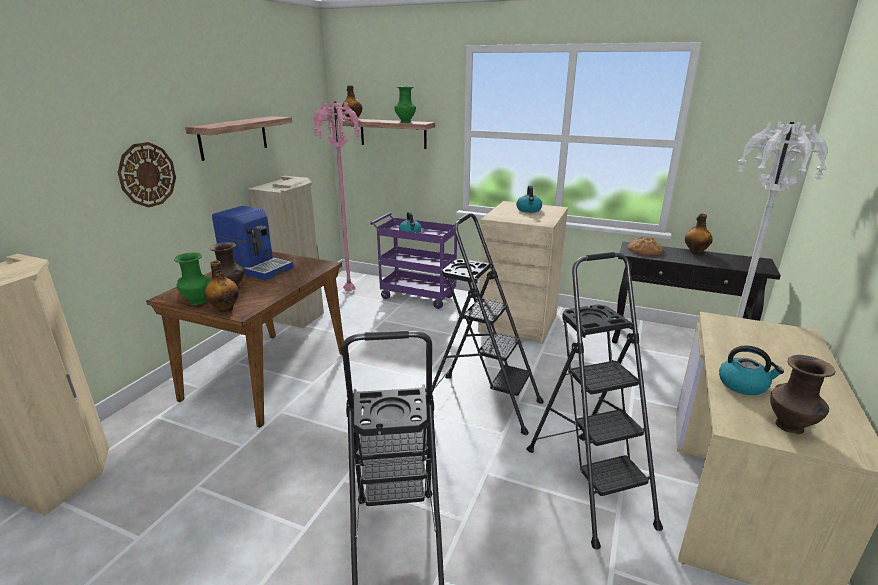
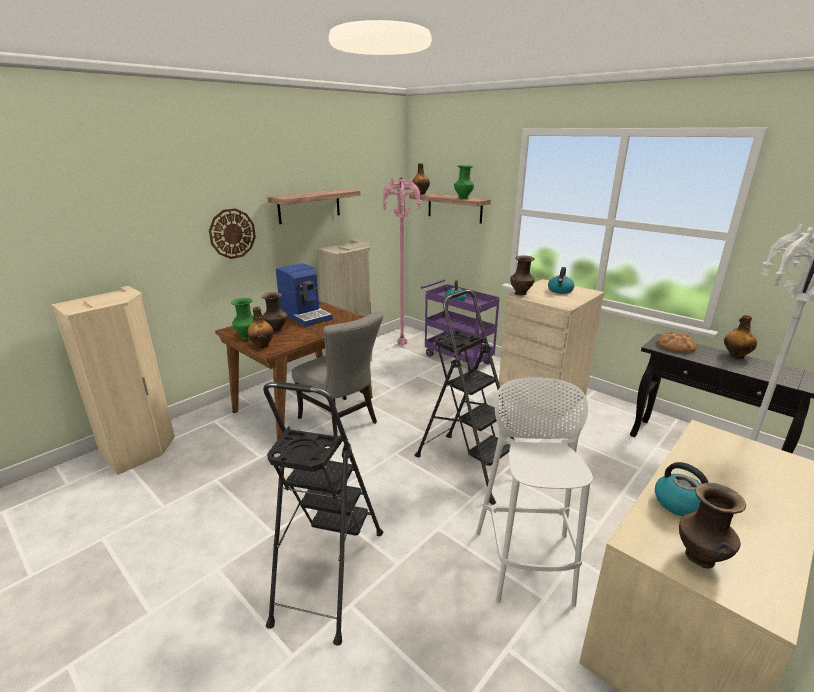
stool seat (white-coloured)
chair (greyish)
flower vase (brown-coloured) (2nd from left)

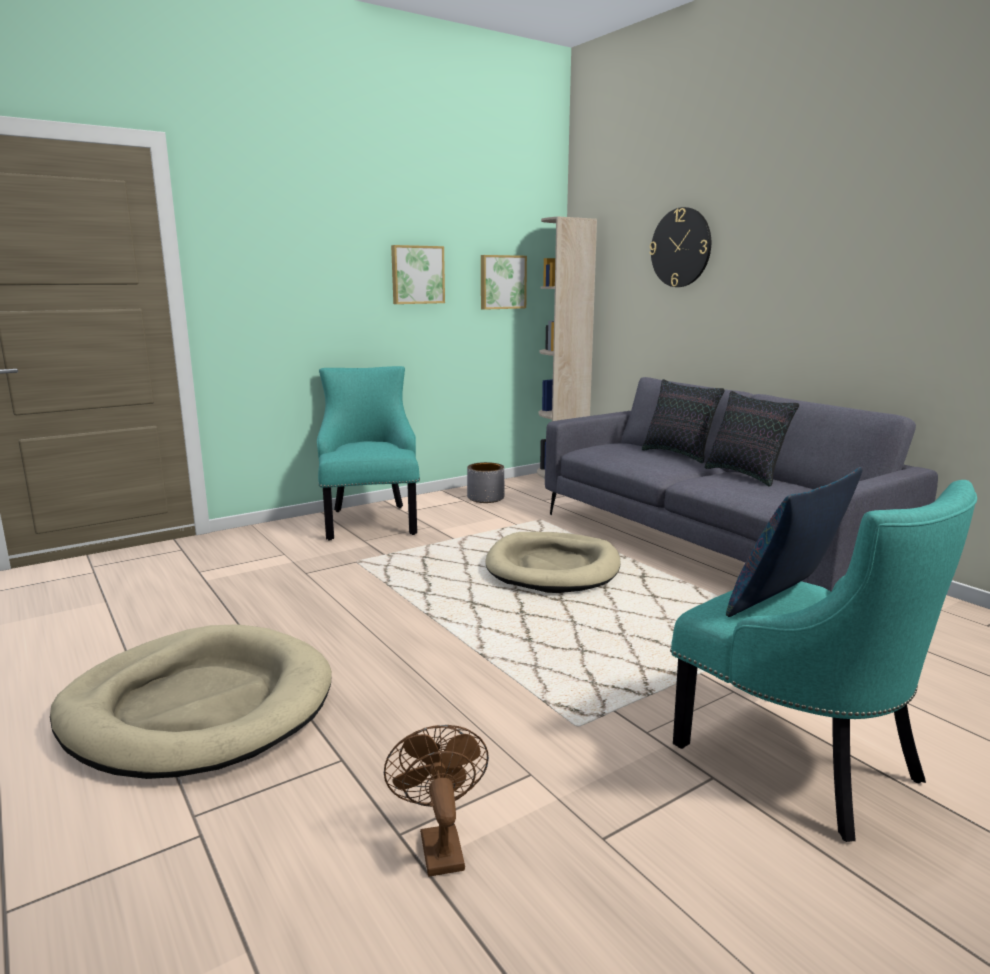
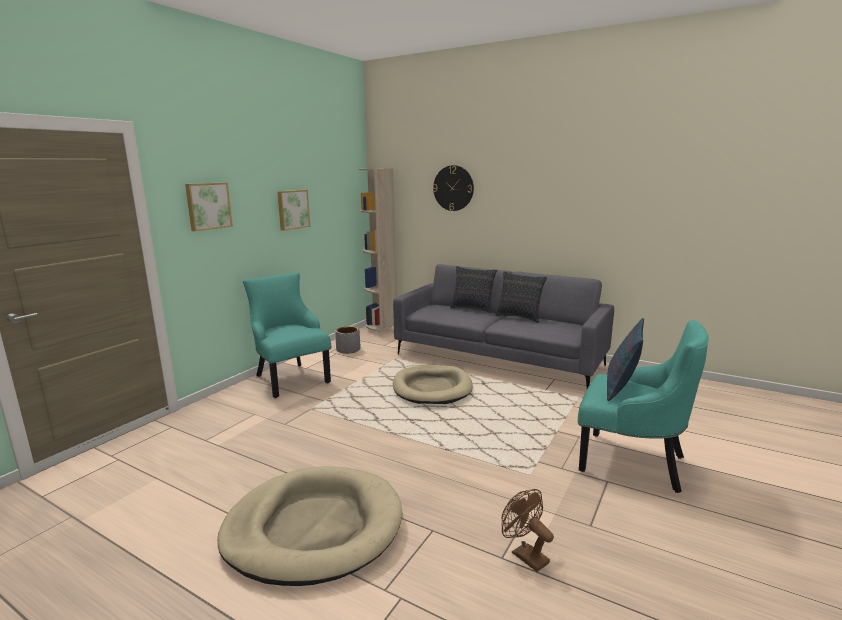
wall picture (1st from left)

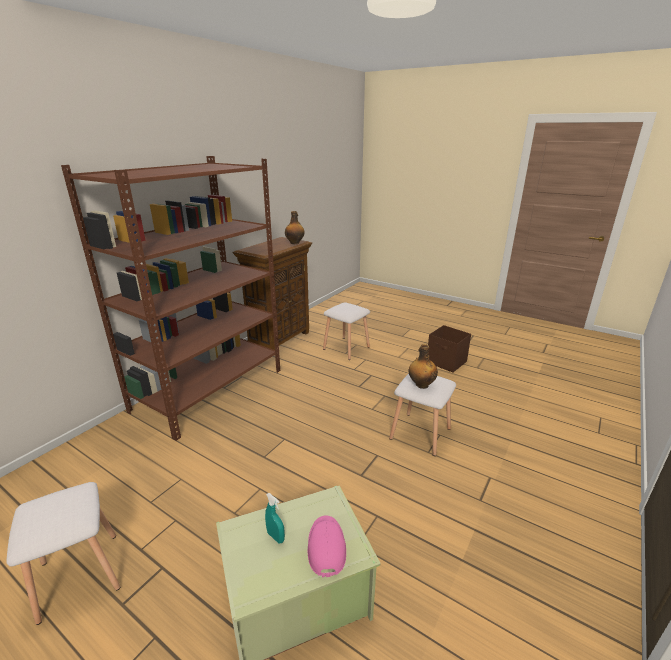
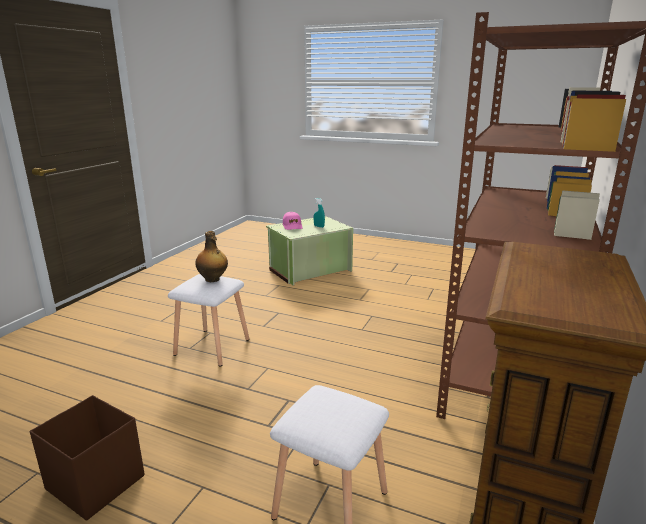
stool seat (white-coloured) (1st from left in the first image)
bottle (1st from left in the first image)

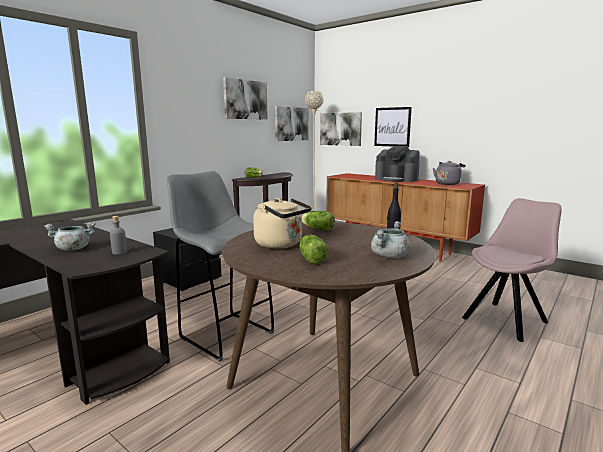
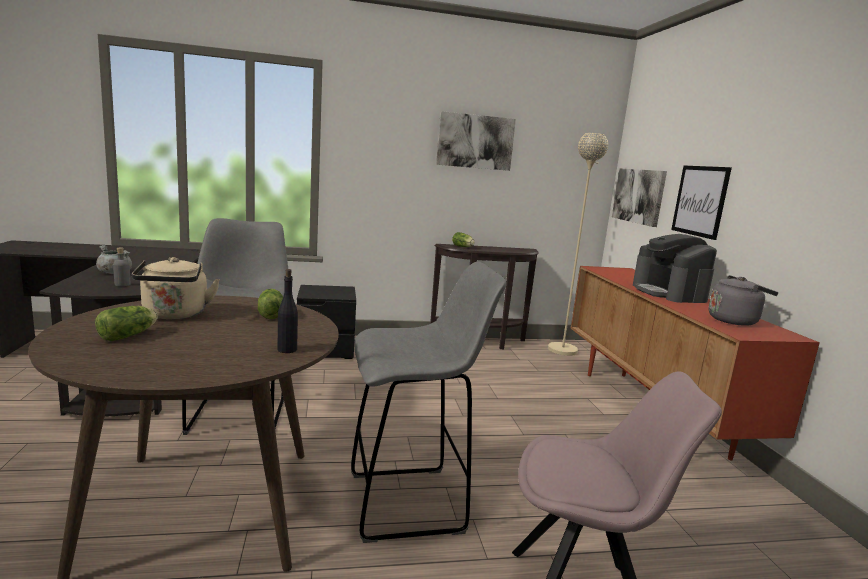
wall picture (2nd from left in the first image)
stockpot (greyish) (2nd from left in the first image)
stool seat (greyish) (2nd from left)

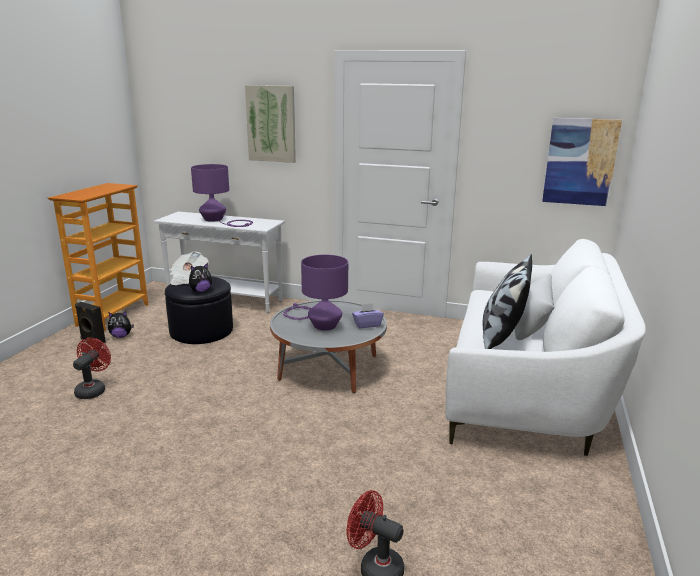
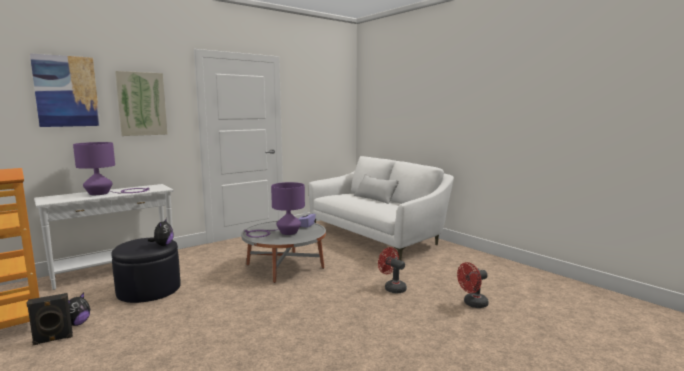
fan (red) (1st from left)
printed paper
throw pillow
wall picture (1st from left)

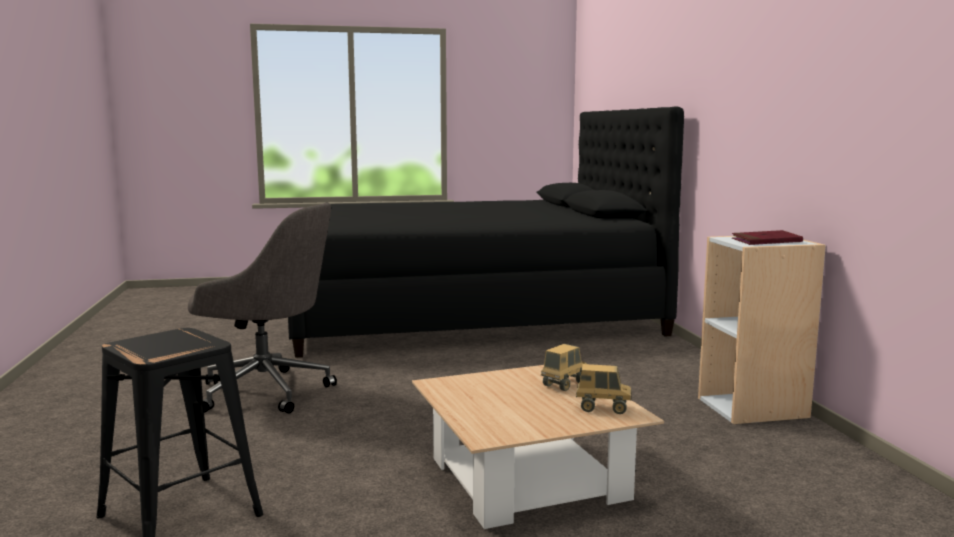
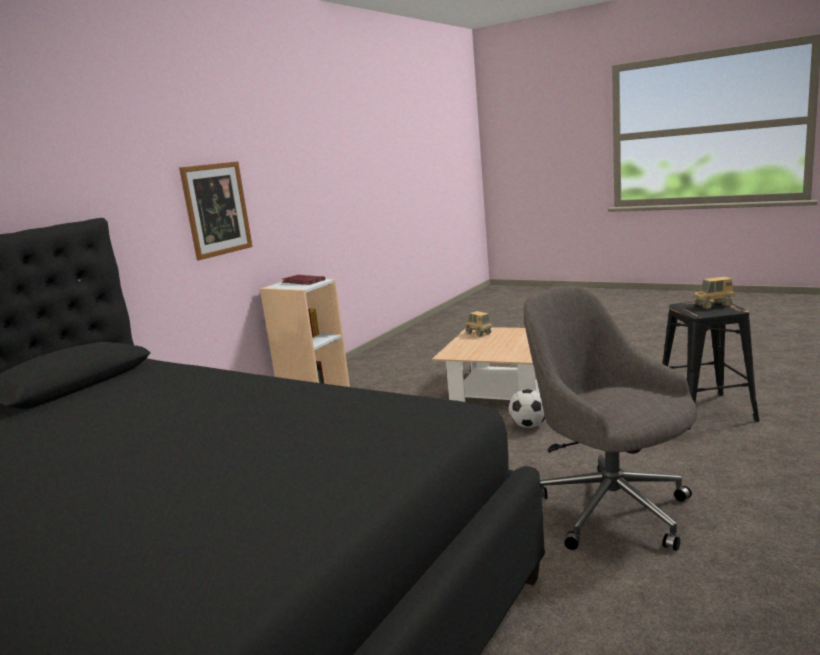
model truck (2nd from left)
wall picture
football

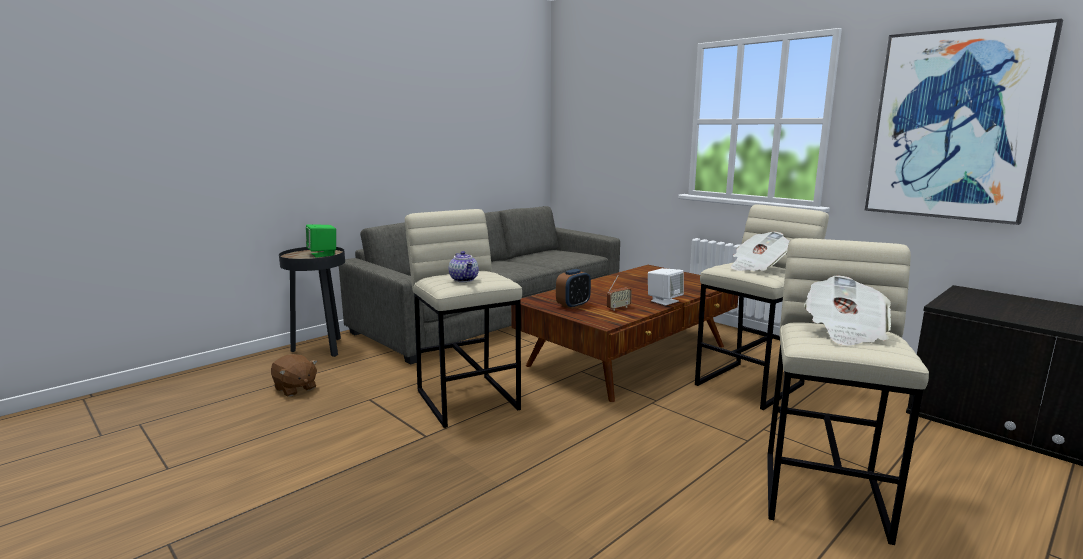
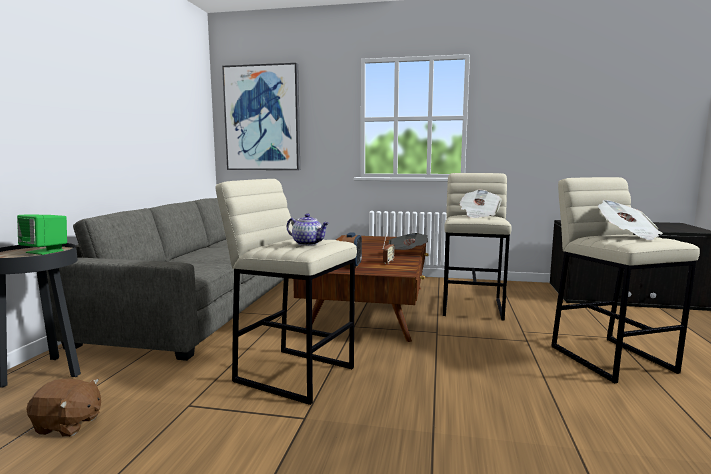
printed paper (1st from left)
wall picture

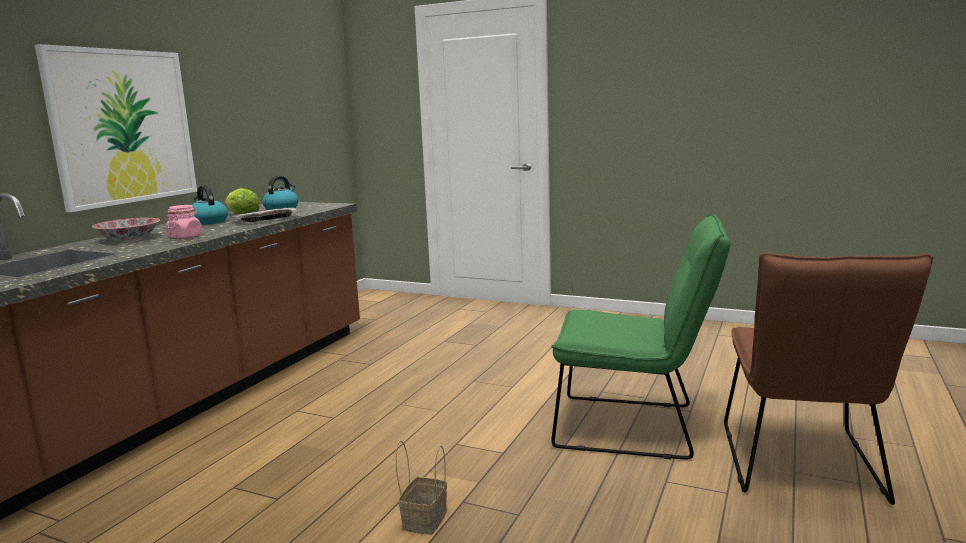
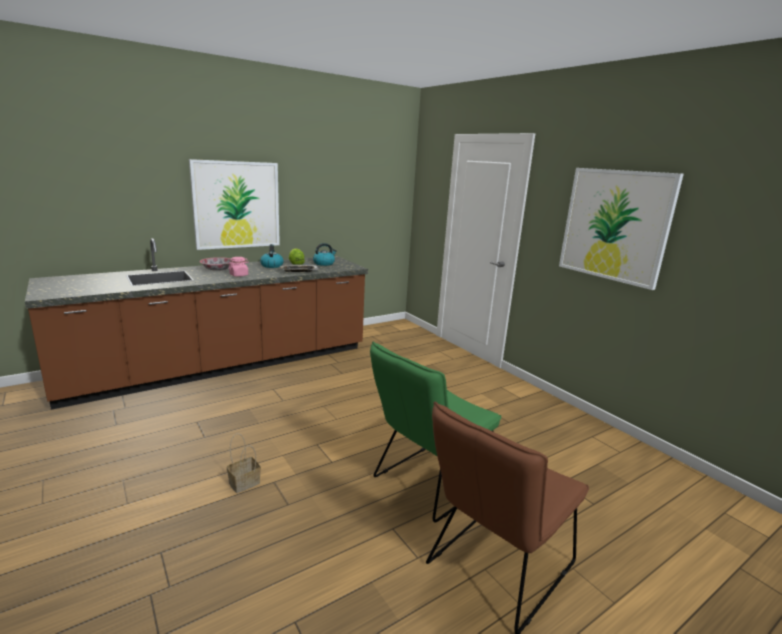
chair (green-coloured)
wall picture (2nd from left)

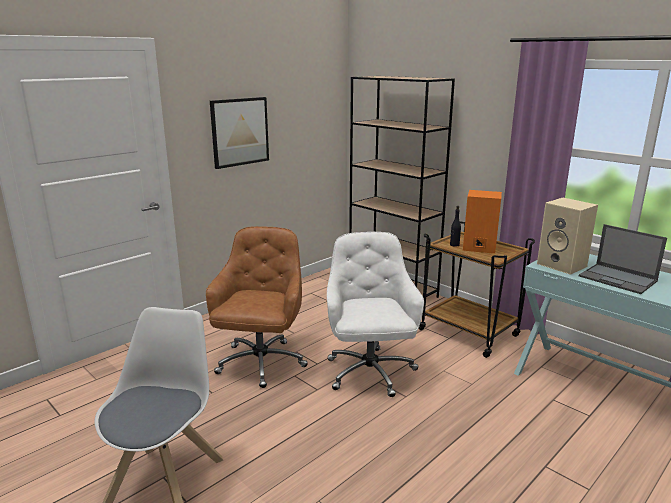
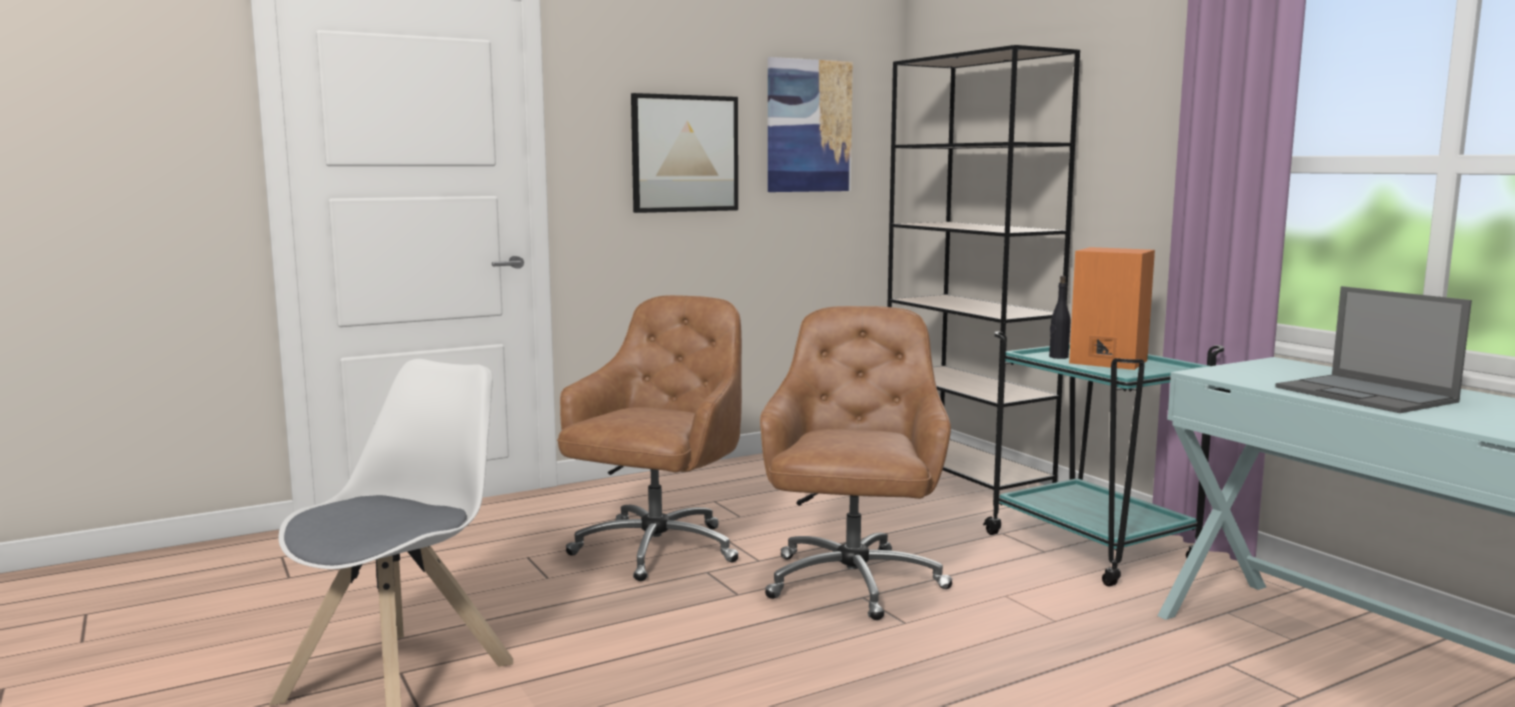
computer chair (brown-coloured) (2nd from left)
wheeled cart (turquoise-coloured)
audio speaker (beige)
wall picture (2nd from left)

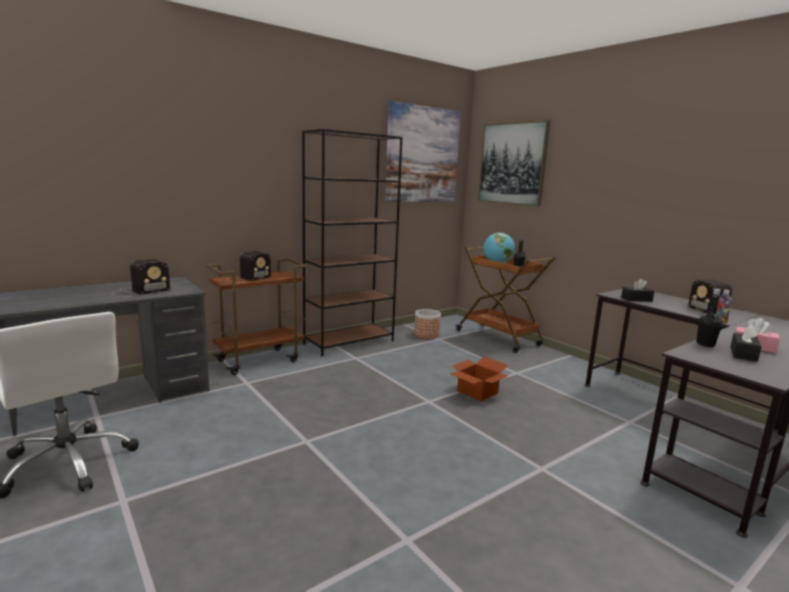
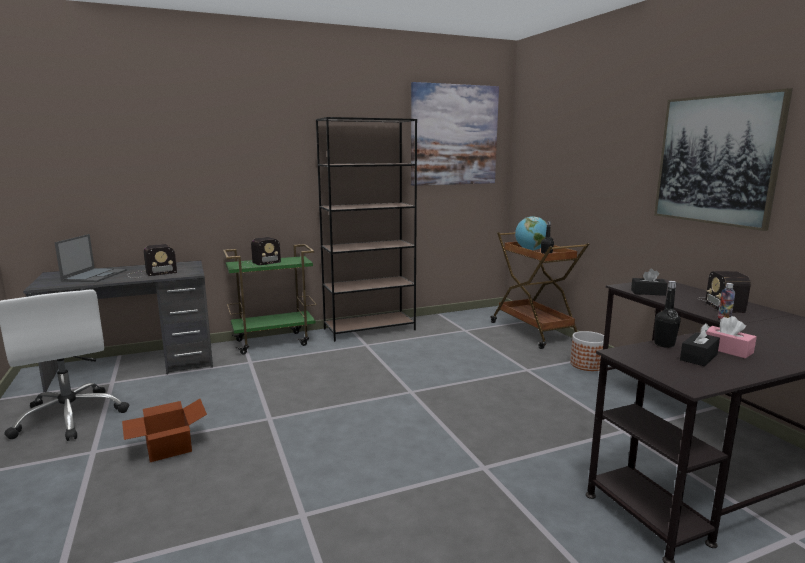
wheeled cart (green-coloured)
plant pot
cardboard box
wall picture (2nd from left)
portable computer

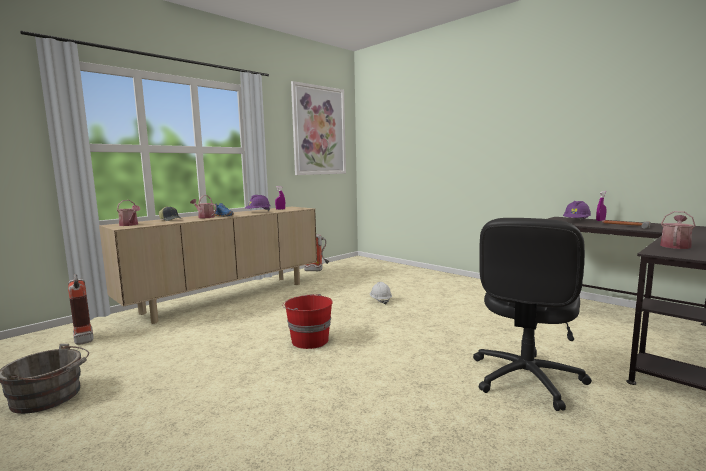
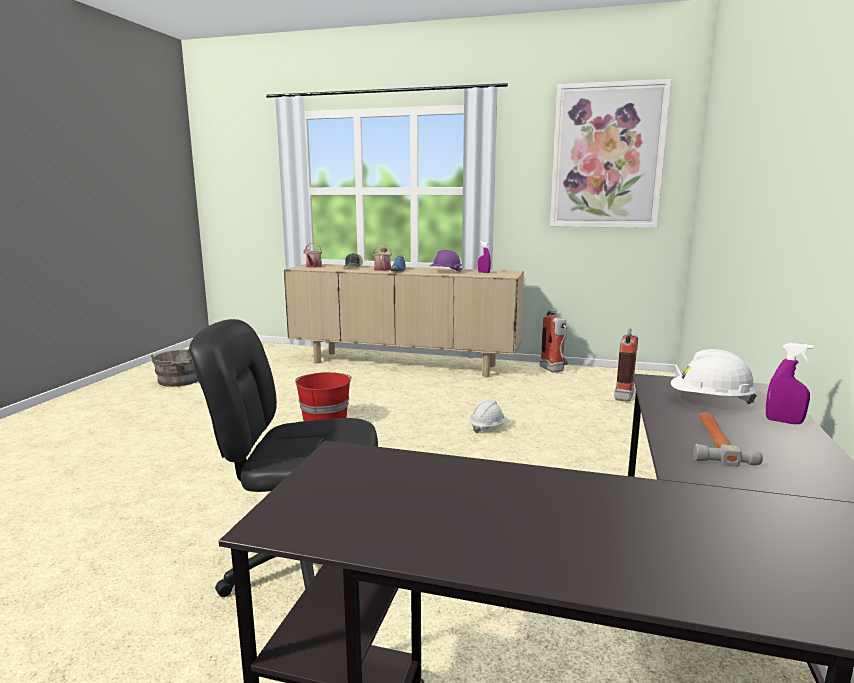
fire-fighting cylinder (2nd from left)
hard hat (white-coloured) (2nd from left)
sprinkling can (3rd from left in the first image)

